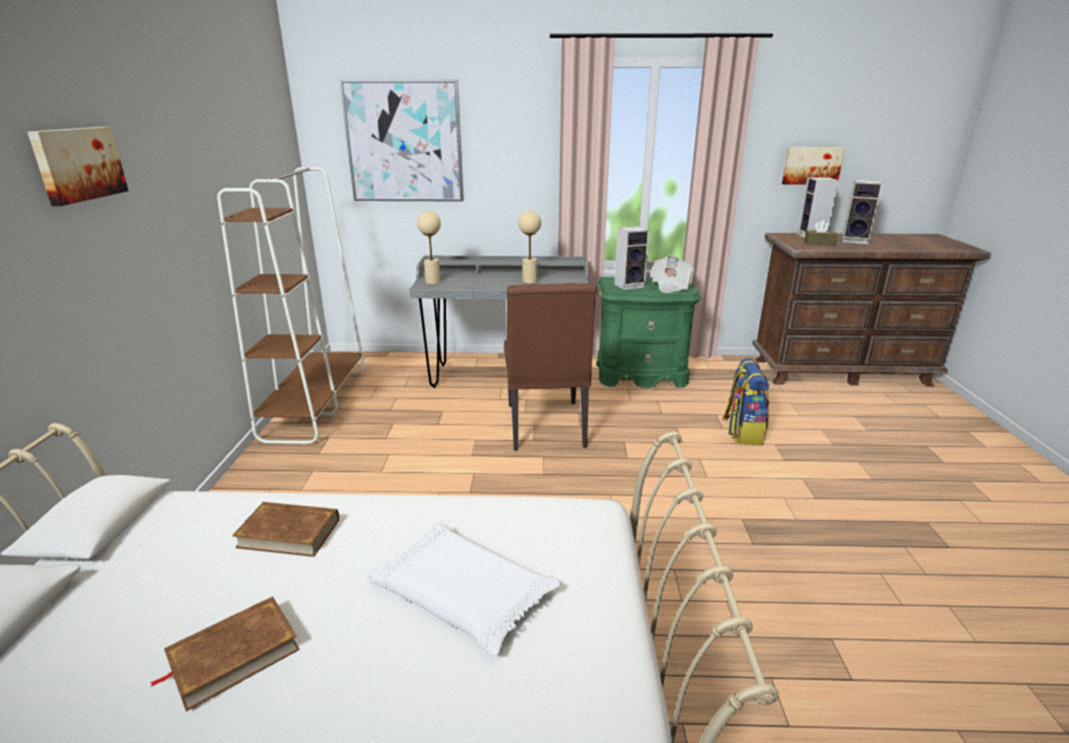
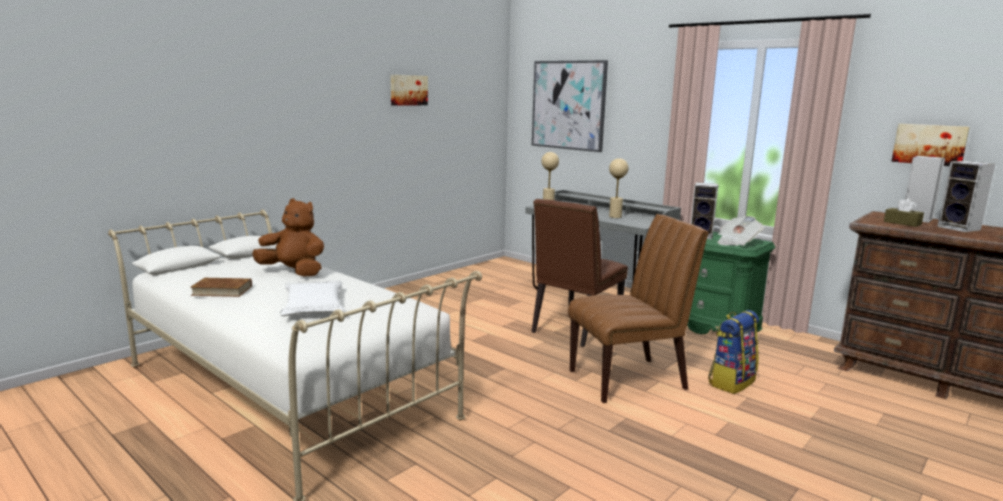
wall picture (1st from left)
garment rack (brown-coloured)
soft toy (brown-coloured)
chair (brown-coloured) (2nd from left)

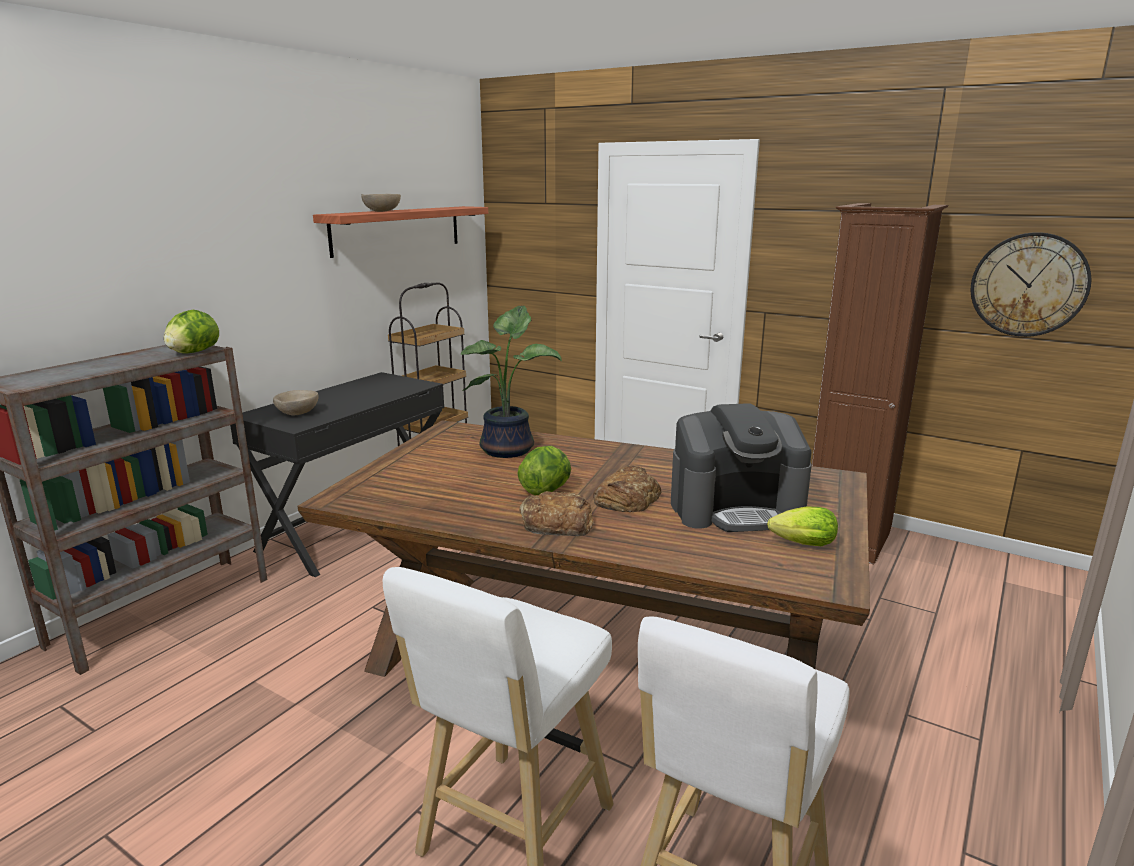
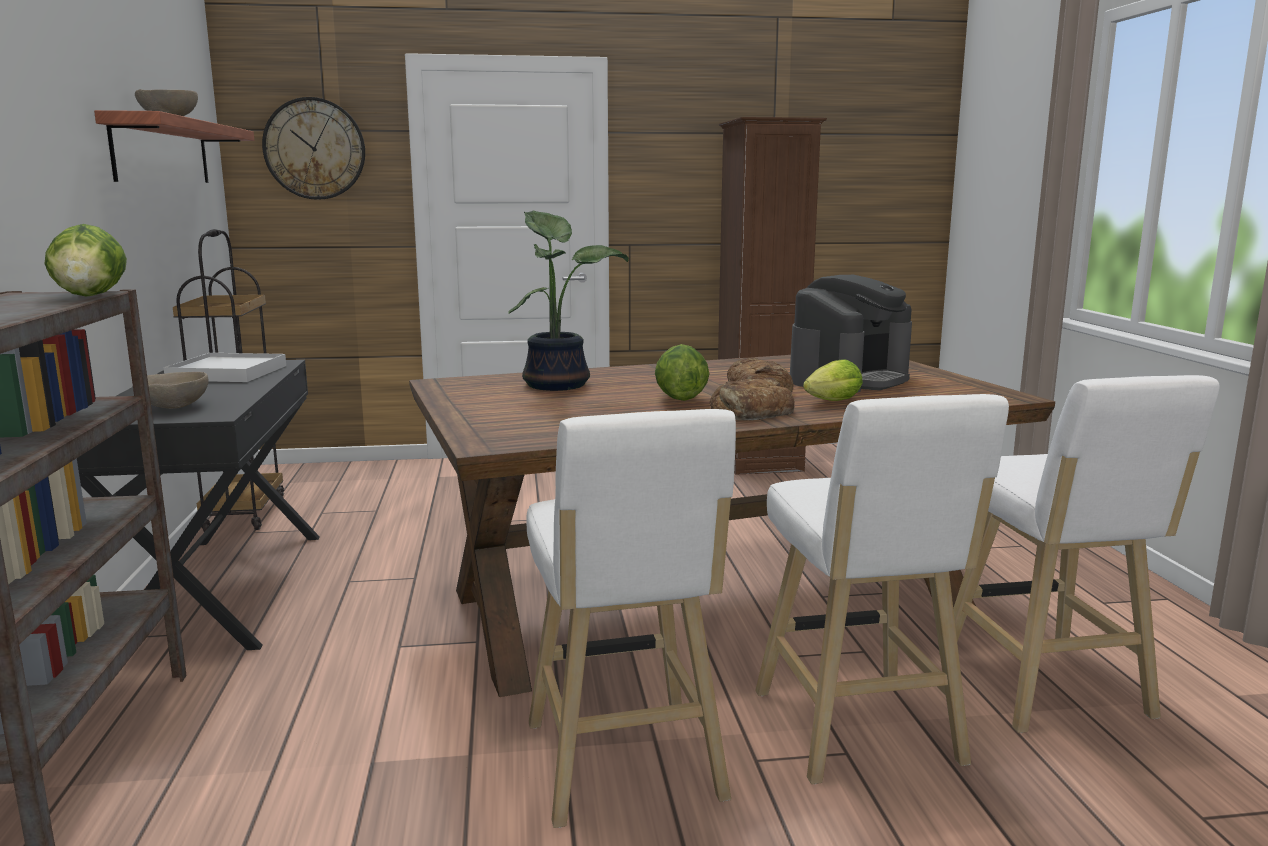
lettuce head (3rd from left)
hanging clock
carrying tray (white-coloured)
stool seat (white-coloured) (1st from left)

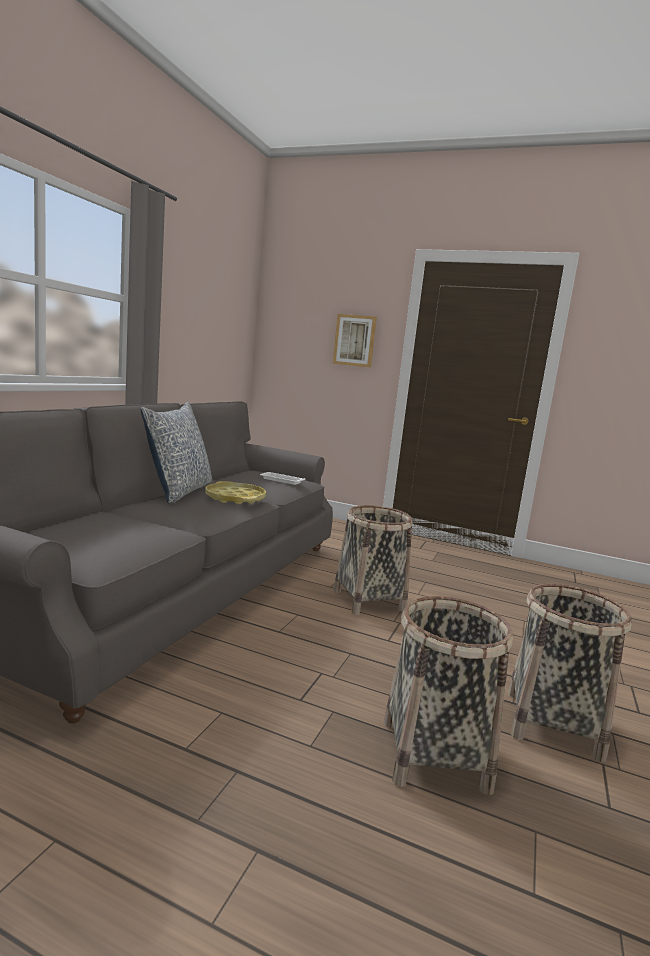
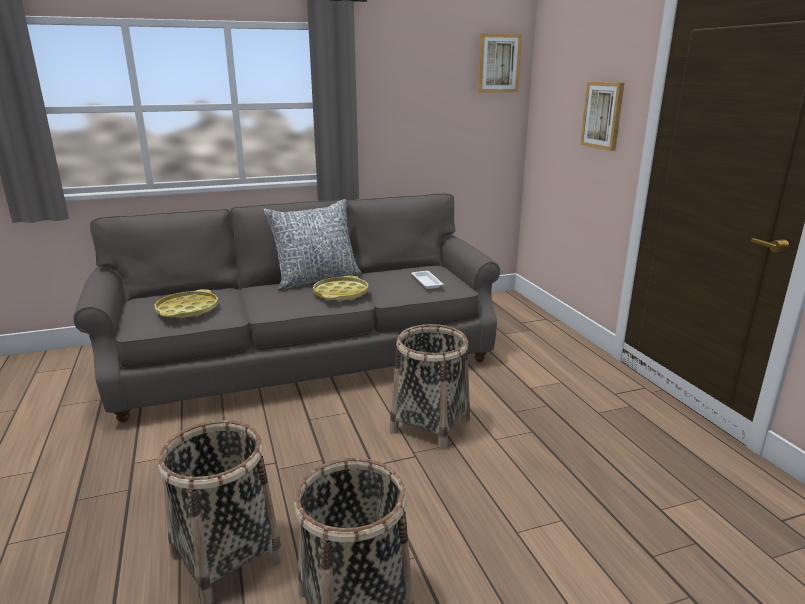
carrying tray (yellowish) (1st from left)
wall picture (1st from left)

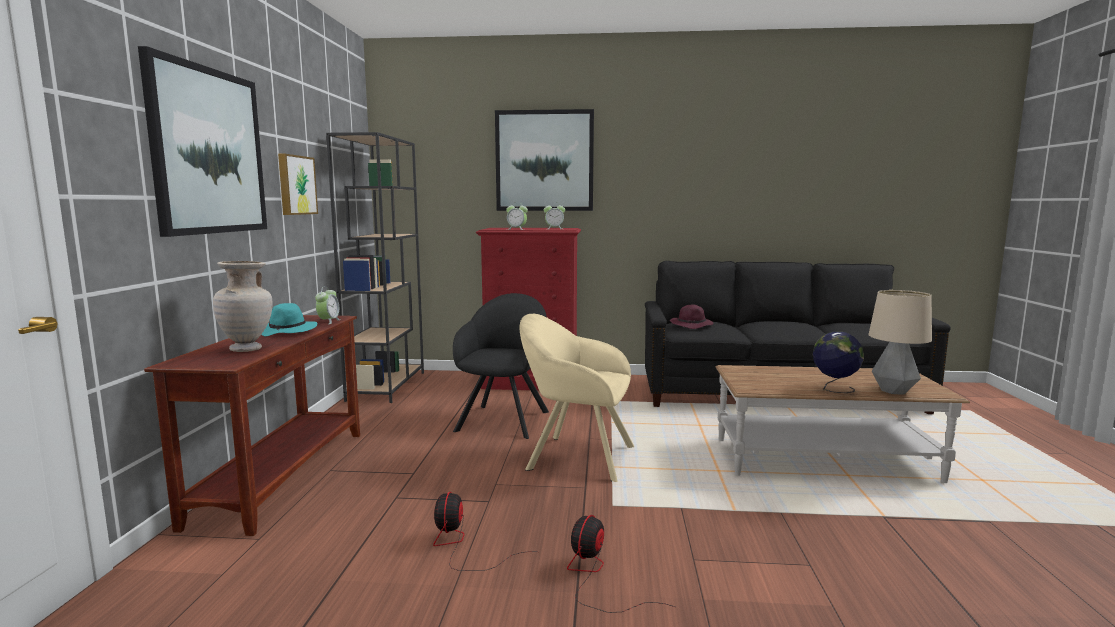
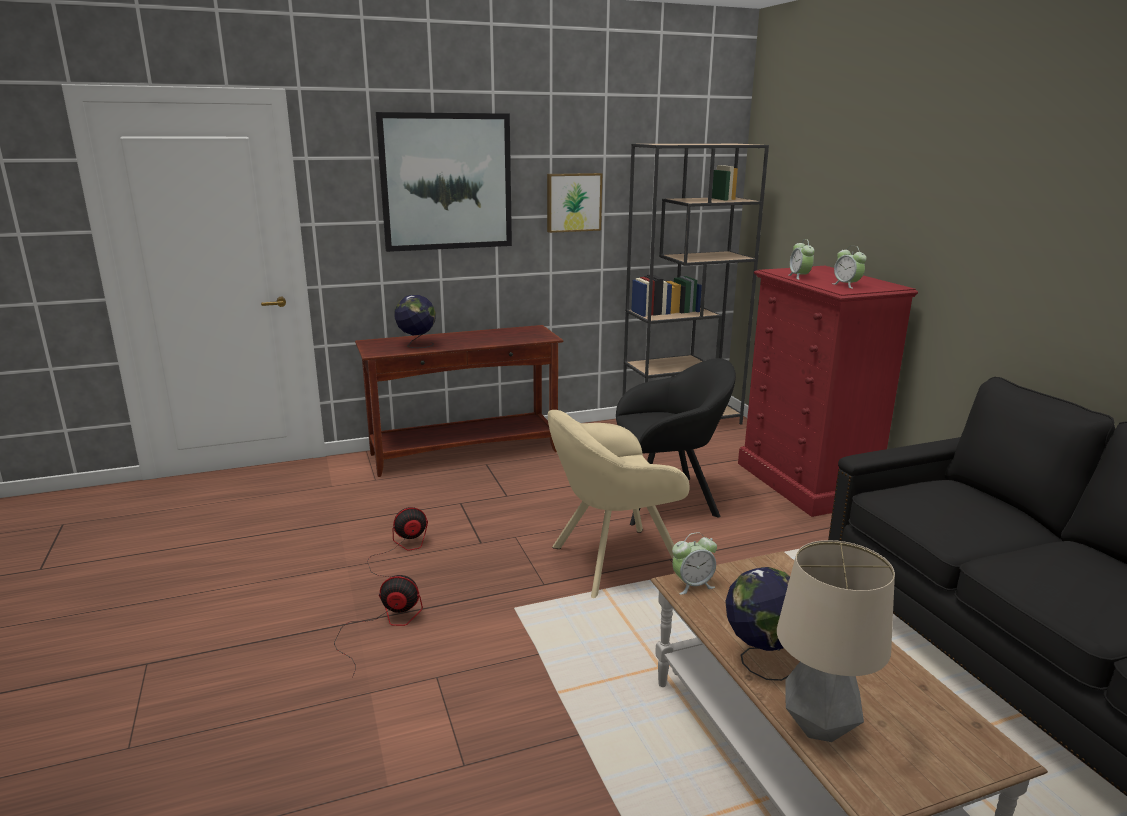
globe (1st from left)
wearable hat (turquoise-coloured)
table clock (1st from left)
wall picture (3rd from left in the first image)
armchair (beige)
wearable hat (purple)

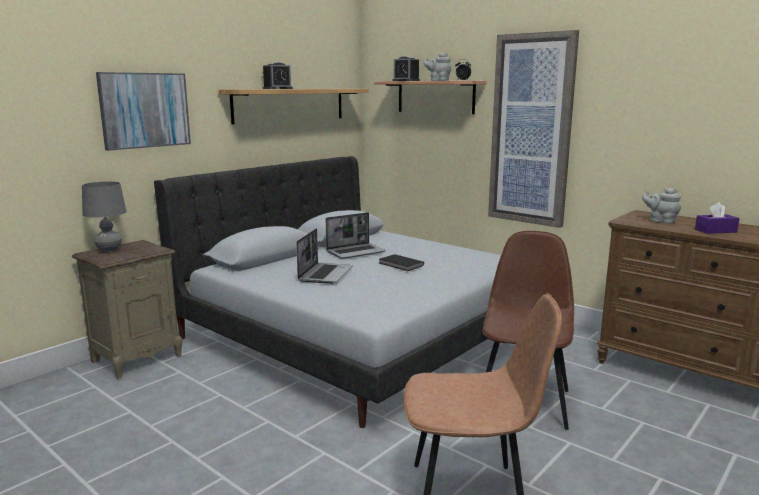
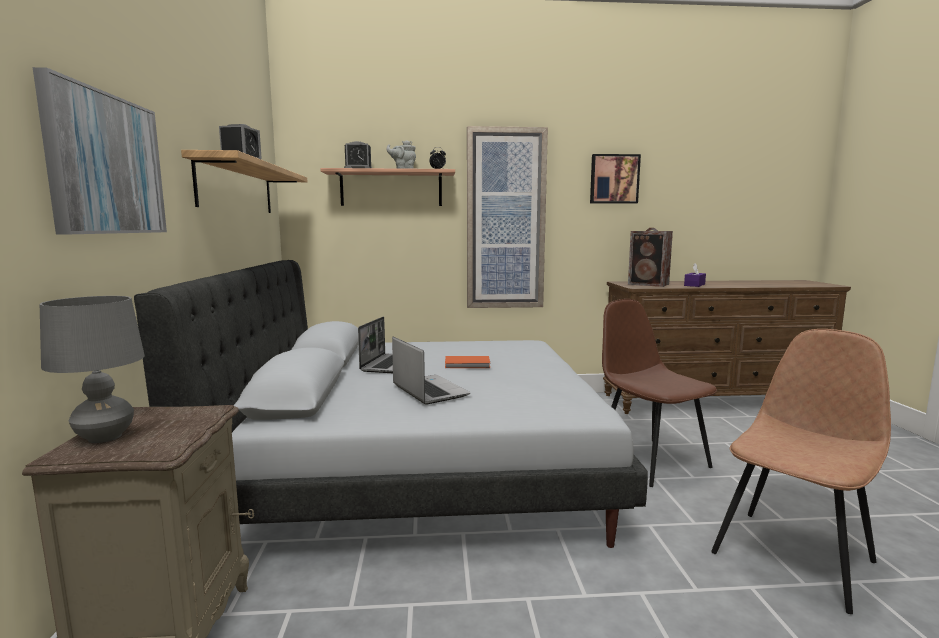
book (orange)
audio speaker
wall picture (3rd from left)

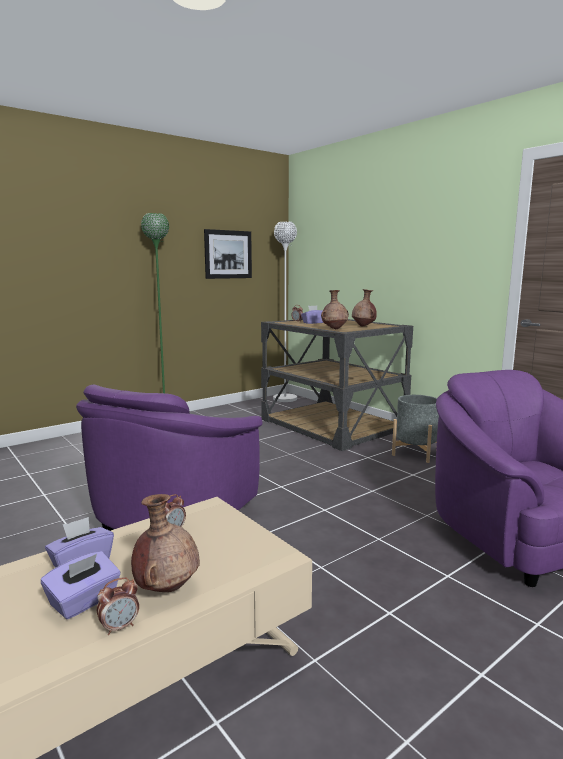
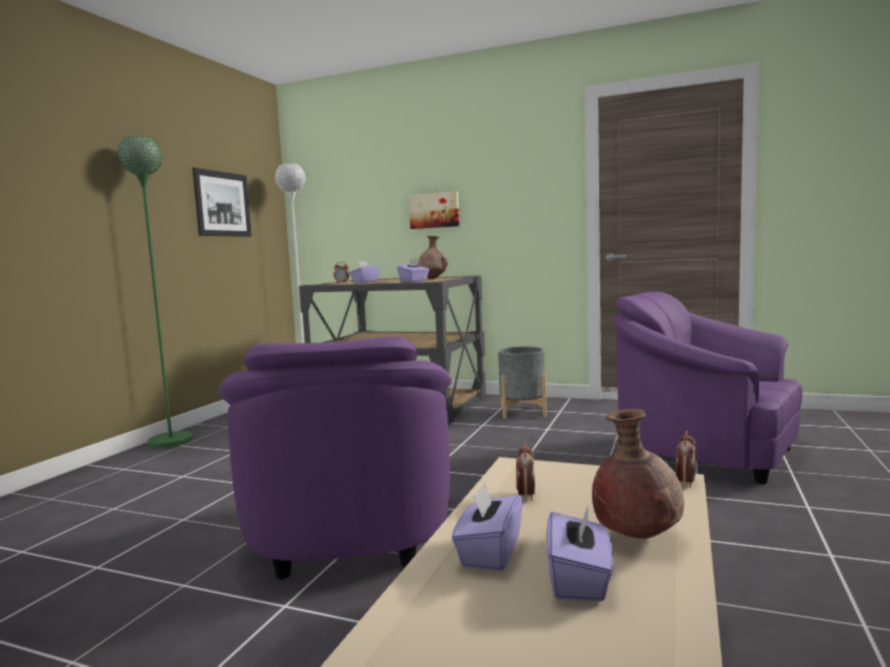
table clock (3rd from left)
tissue holder (purple) (2nd from left)
wall picture (2nd from left)

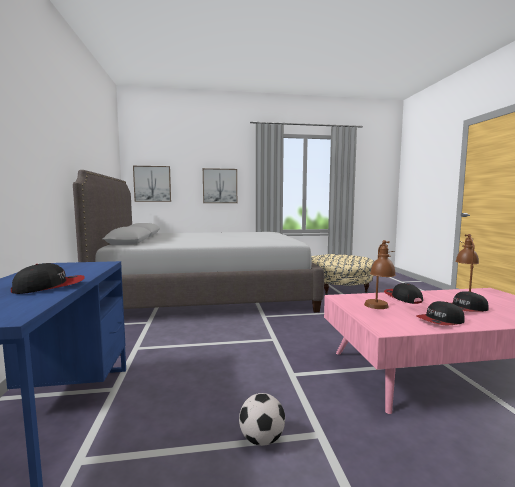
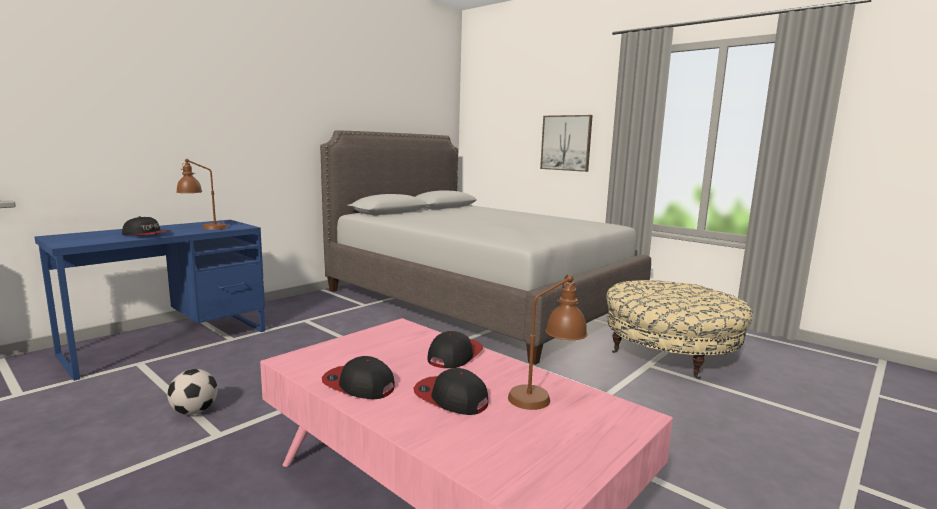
wall picture (1st from left in the first image)
lamp for a table (brown-coloured) (1st from left)

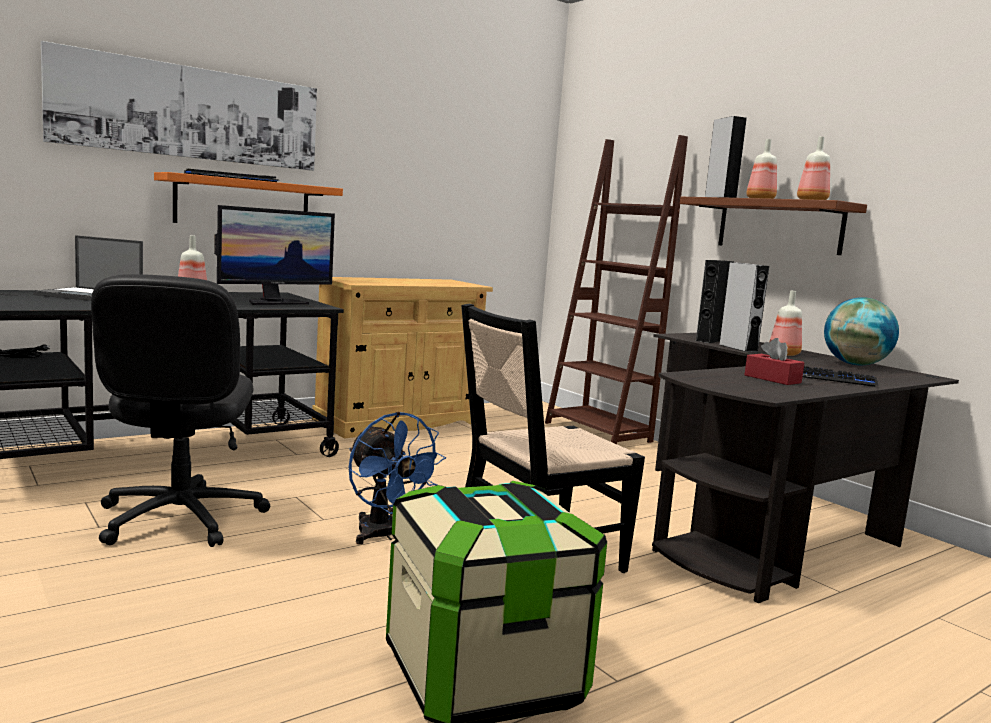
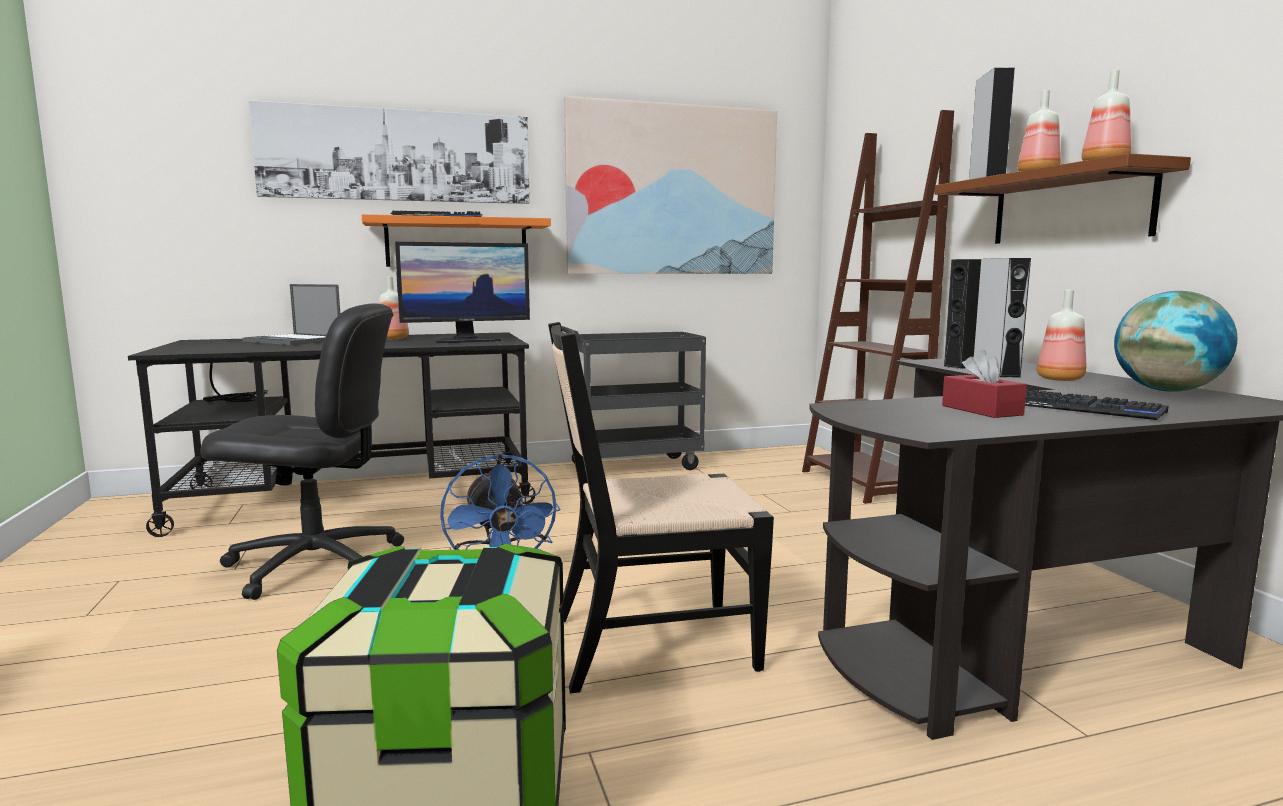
computer chair (blackish)
wheeled cart (greyish)
wall picture (2nd from left)

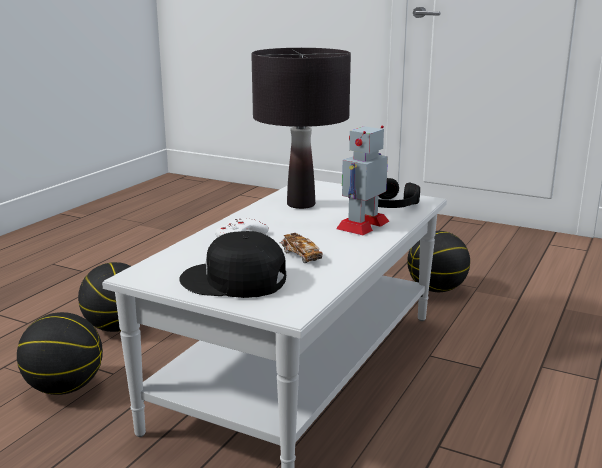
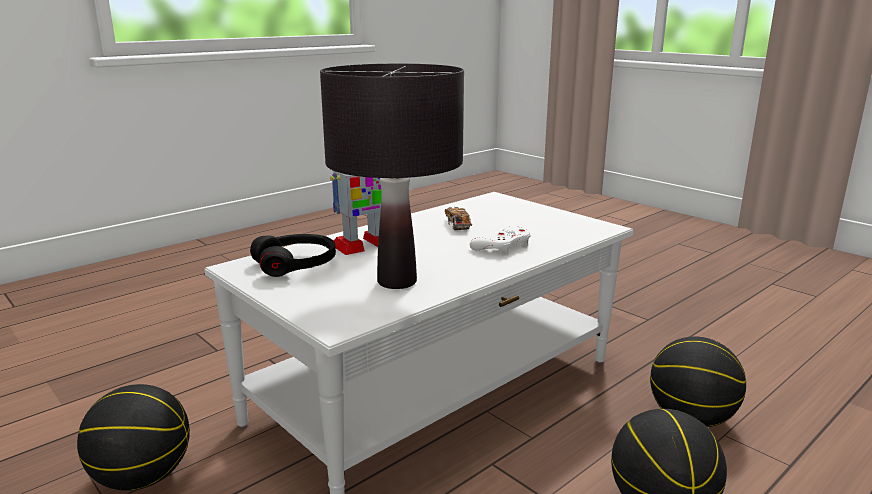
cap (blackish)

